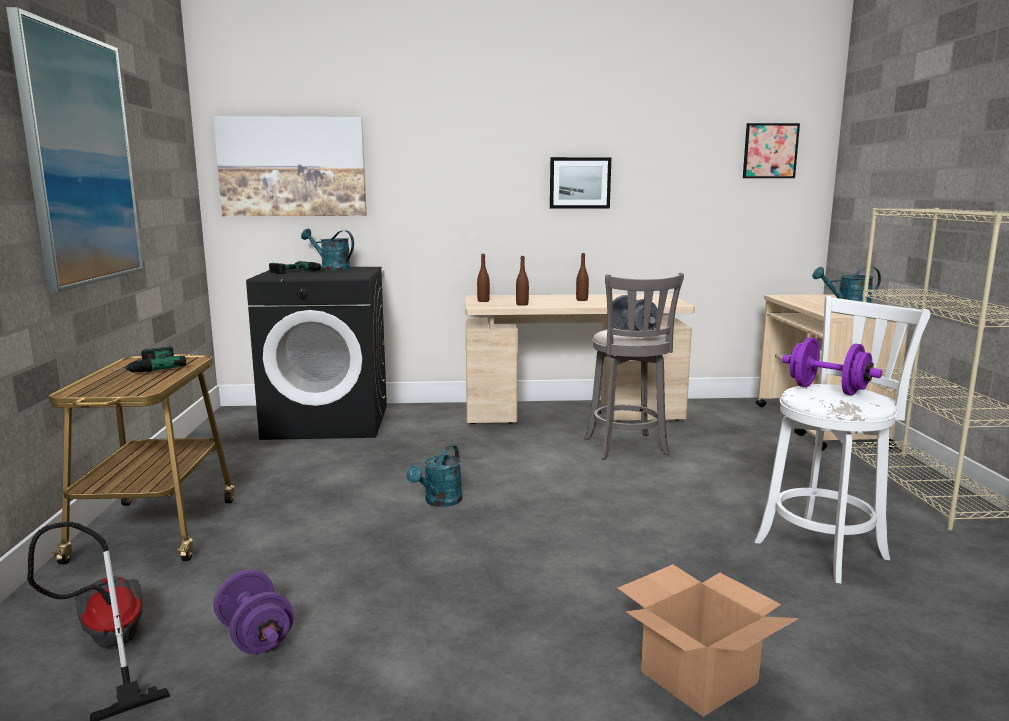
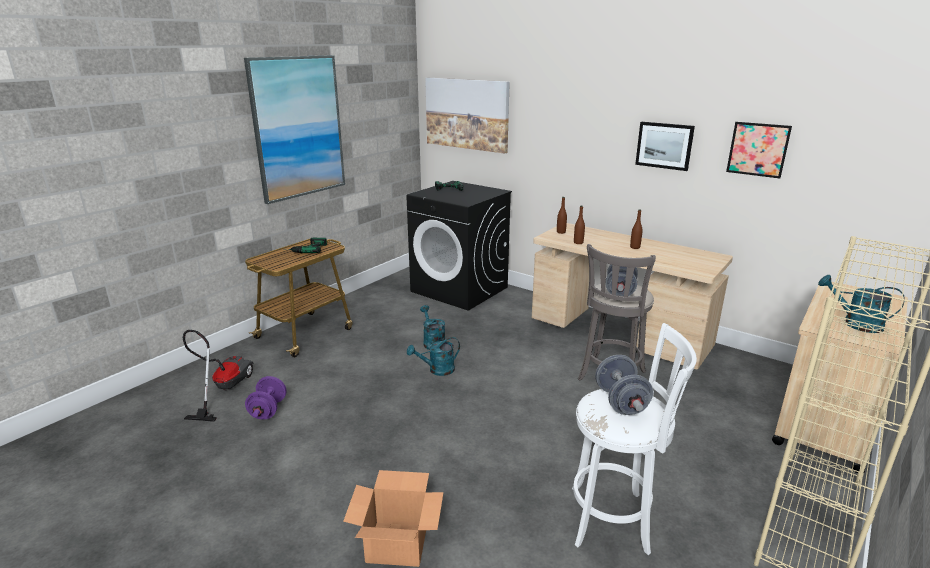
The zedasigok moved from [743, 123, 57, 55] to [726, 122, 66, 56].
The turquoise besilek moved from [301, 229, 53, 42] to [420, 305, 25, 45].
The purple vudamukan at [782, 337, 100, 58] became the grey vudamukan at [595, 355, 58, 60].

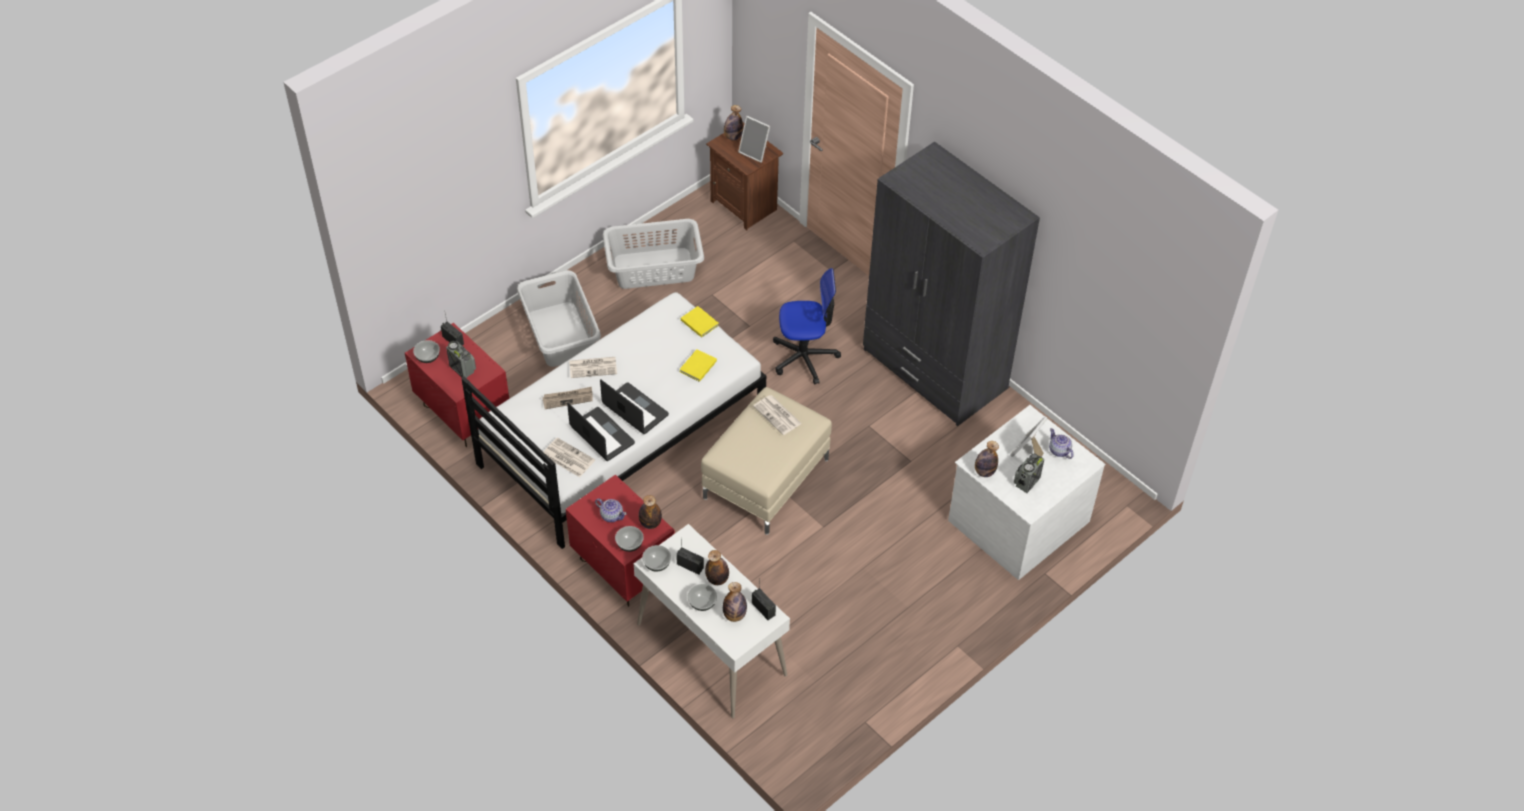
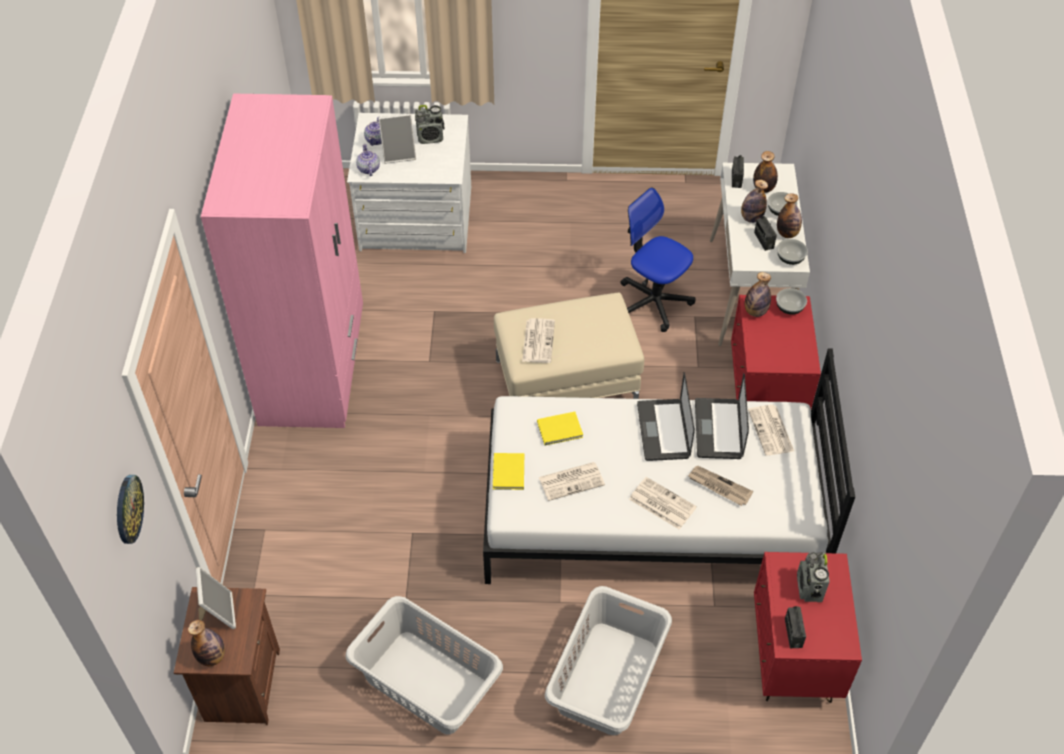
The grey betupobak at [863, 142, 177, 284] became the pink betupobak at [201, 94, 162, 334].
The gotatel moved from [773, 268, 68, 116] to [620, 188, 75, 144].
The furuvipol at [413, 340, 27, 23] disappeared.
The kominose moved from [975, 441, 24, 36] to [777, 194, 25, 44].
The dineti moved from [595, 498, 32, 24] to [356, 144, 24, 32].
The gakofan at [538, 462, 67, 39] appeared.
The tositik at [117, 475, 27, 69] appeared.

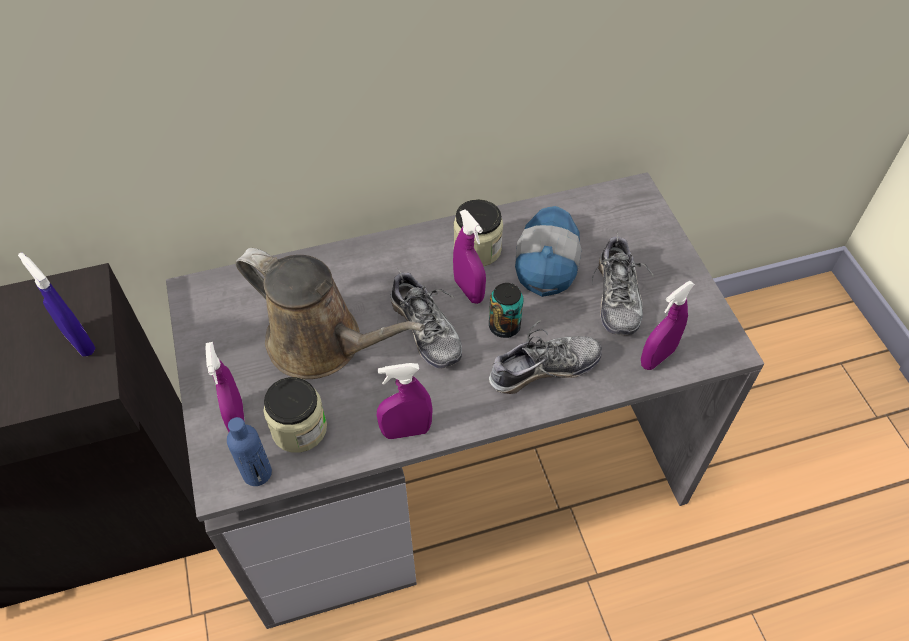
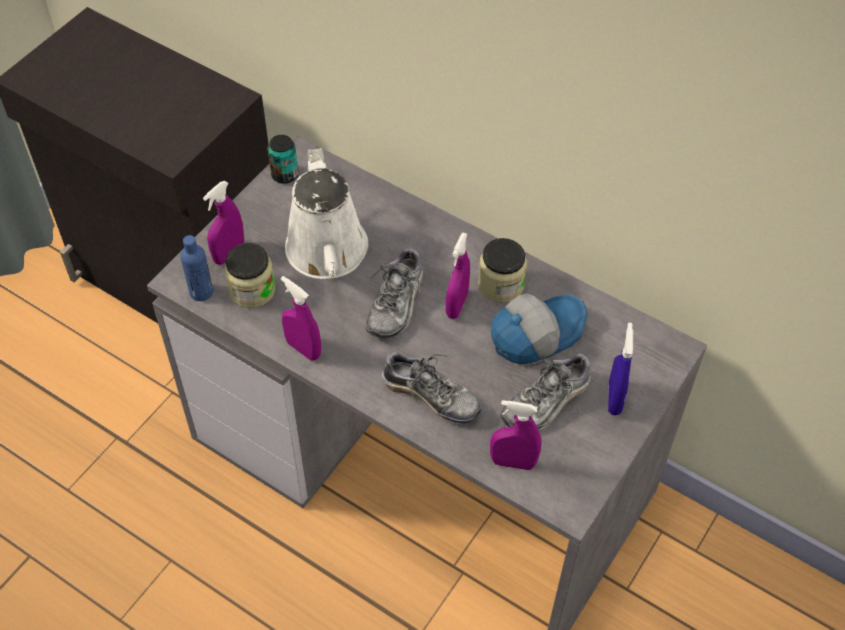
The brown besilek at [236, 248, 189, 131] became the white besilek at [285, 148, 83, 131].
The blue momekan moved from [18, 252, 78, 104] to [608, 323, 25, 93].
The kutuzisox moved from [489, 283, 35, 55] to [268, 135, 30, 49].

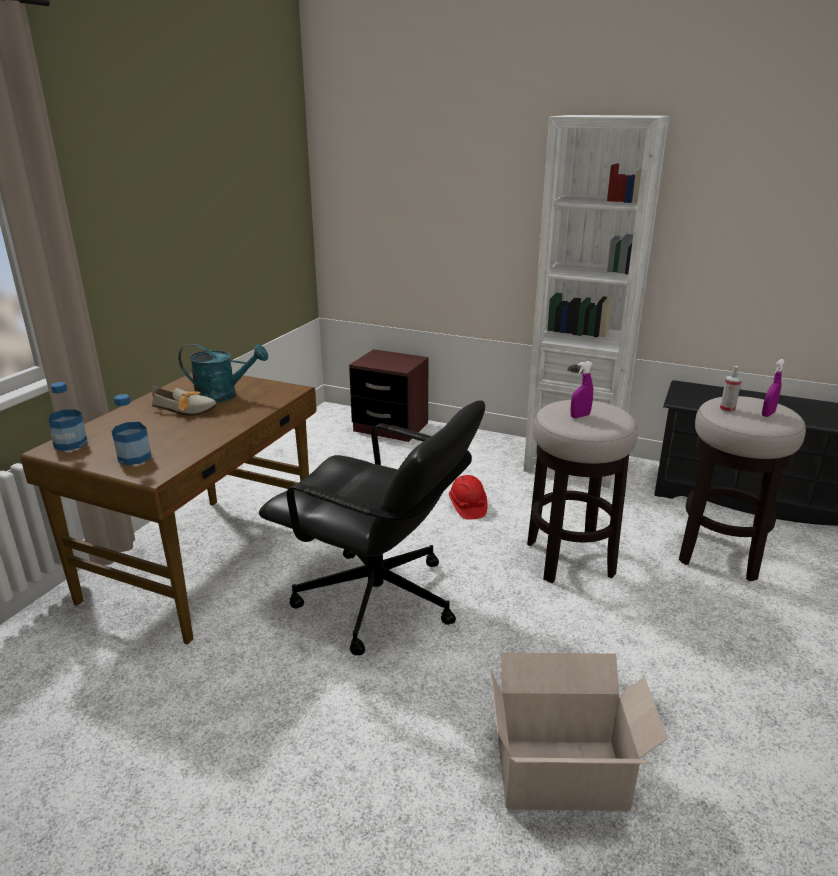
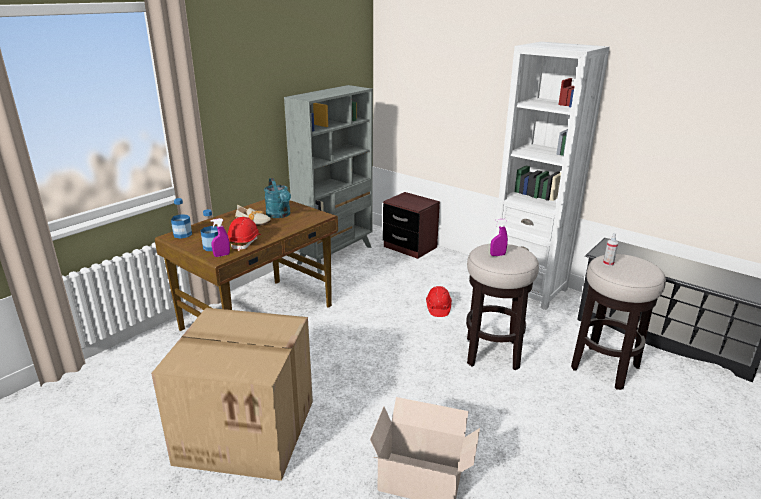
The turquoise besilek at [178, 344, 90, 59] turned 45 degrees clockwise.
The purple momekan moved from [762, 359, 23, 58] to [211, 218, 19, 39].
The black gotatel at [259, 400, 226, 255] disappeared.
The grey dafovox at [284, 85, 89, 188] appeared.
The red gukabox at [227, 217, 34, 34] appeared.
The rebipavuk at [151, 308, 162, 173] appeared.

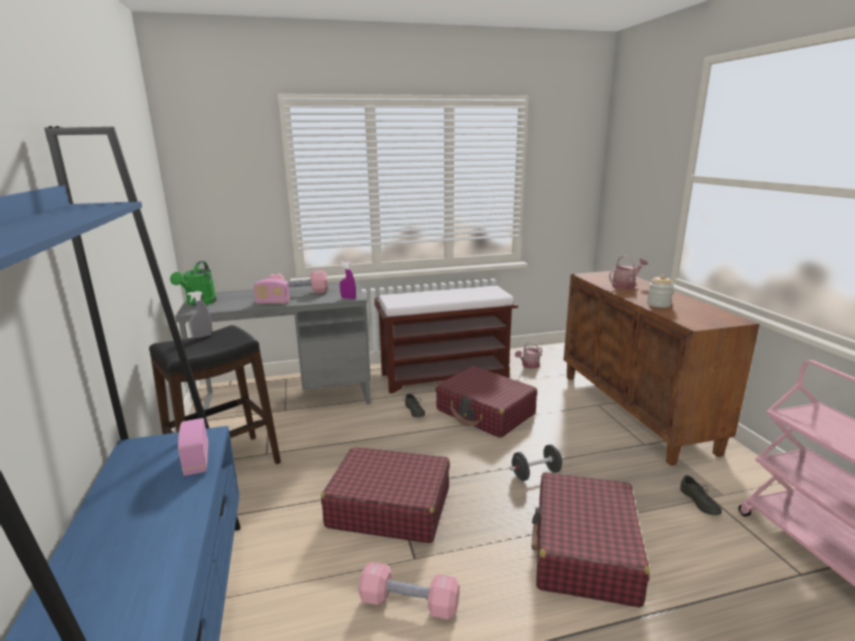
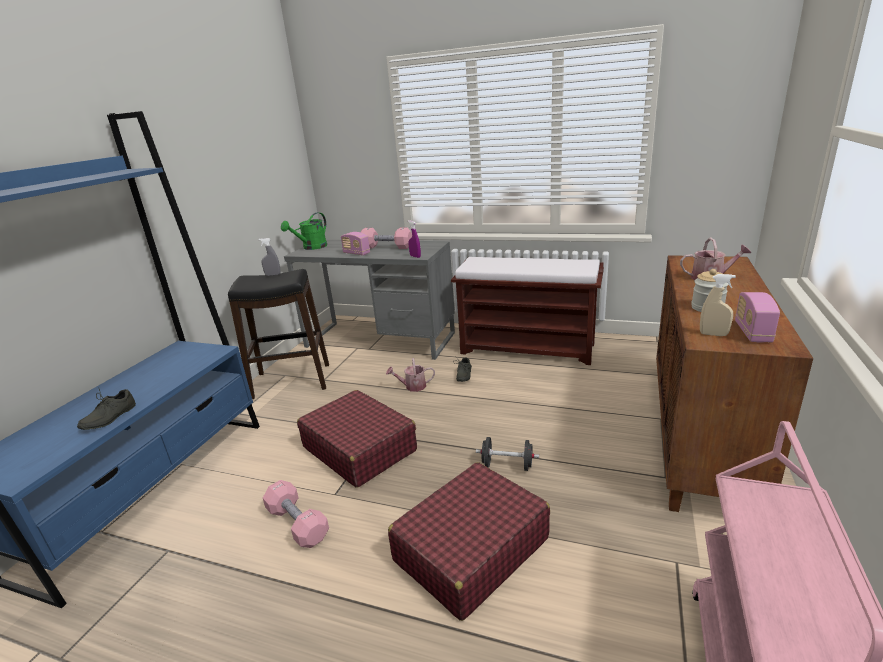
The besilek moved from [515, 341, 27, 28] to [386, 358, 49, 34].
The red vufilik at [435, 366, 102, 72] disappeared.
The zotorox moved from [178, 418, 30, 58] to [735, 292, 45, 51].
The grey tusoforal moved from [680, 475, 42, 40] to [77, 389, 59, 41].
The beige momekan at [700, 274, 36, 62] appeared.

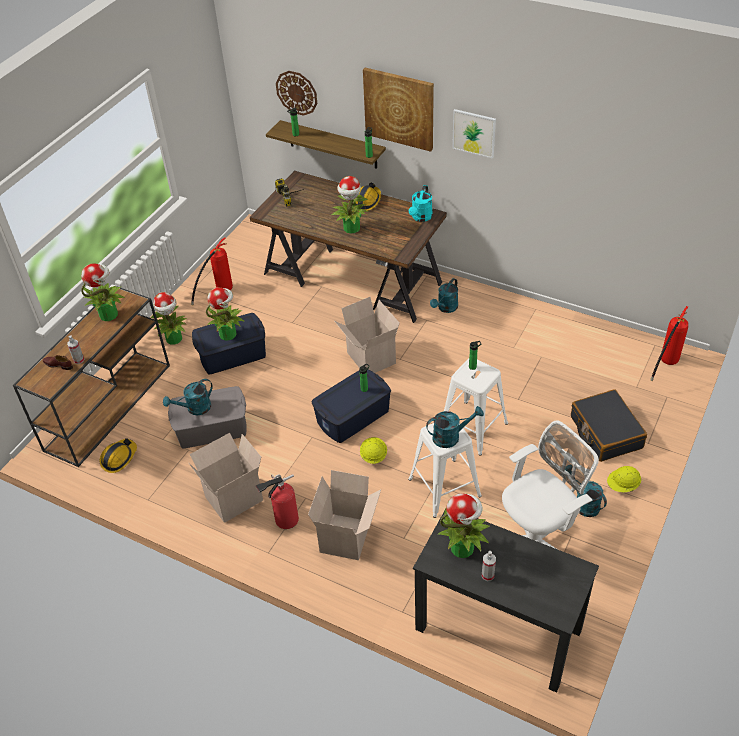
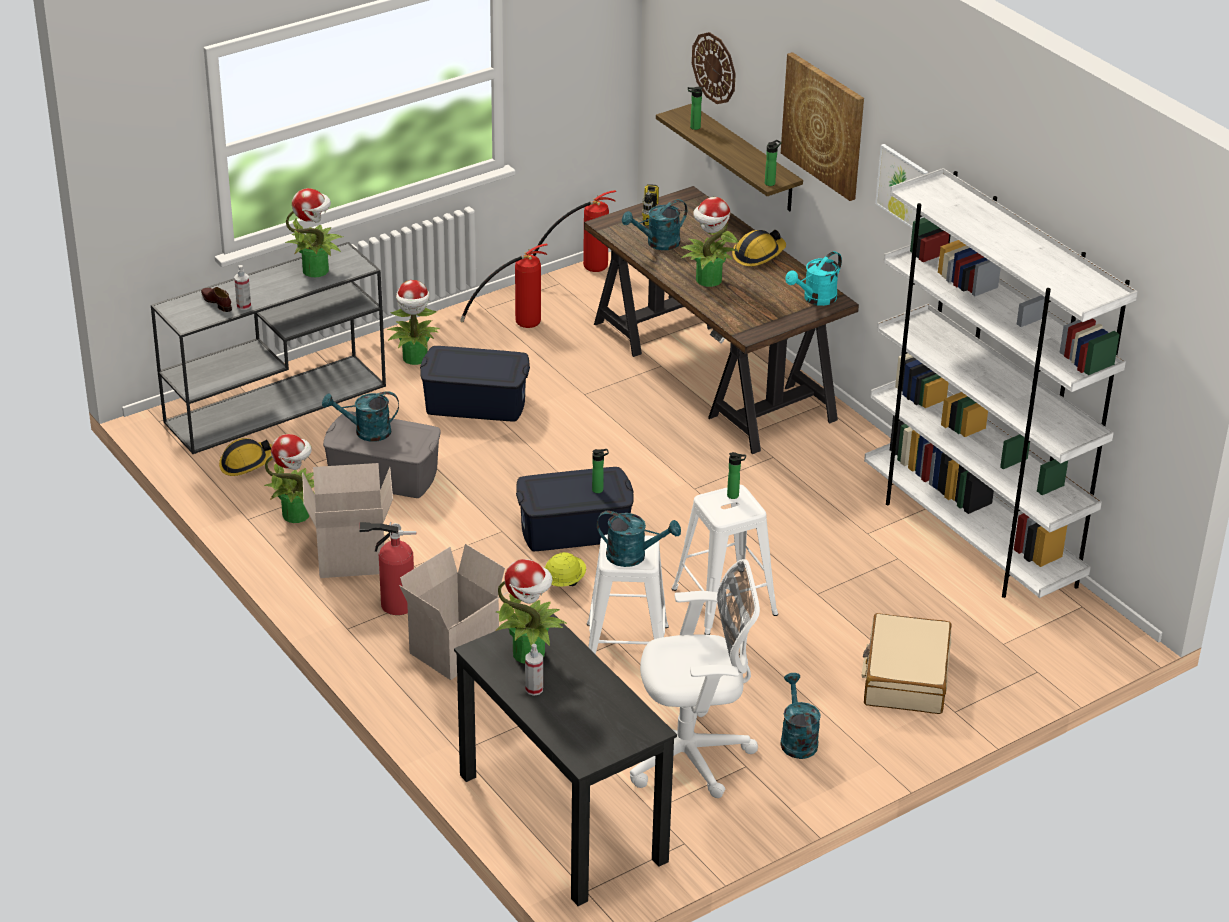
The turquoise besilek moved from [430, 278, 28, 35] to [622, 199, 65, 51].
The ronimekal moved from [206, 287, 39, 54] to [264, 434, 51, 89].
The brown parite at [13, 288, 157, 179] became the grey parite at [151, 242, 235, 212].
The rebipavuk at [335, 297, 65, 76] disappeared.
The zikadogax moved from [650, 306, 38, 75] to [533, 190, 83, 82].
The black vufilik at [571, 389, 76, 73] became the beige vufilik at [862, 613, 89, 101].
The yellow gukabox at [607, 466, 34, 26] disappeared.
The white dafovox at [864, 168, 274, 430] appeared.

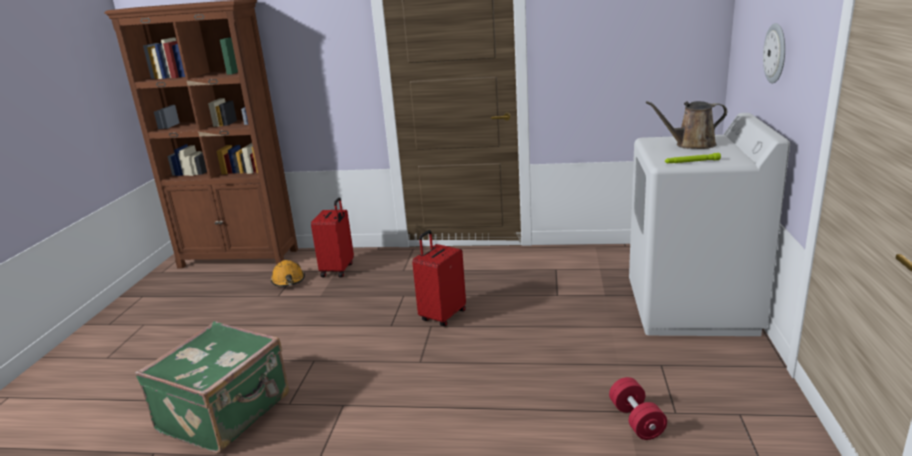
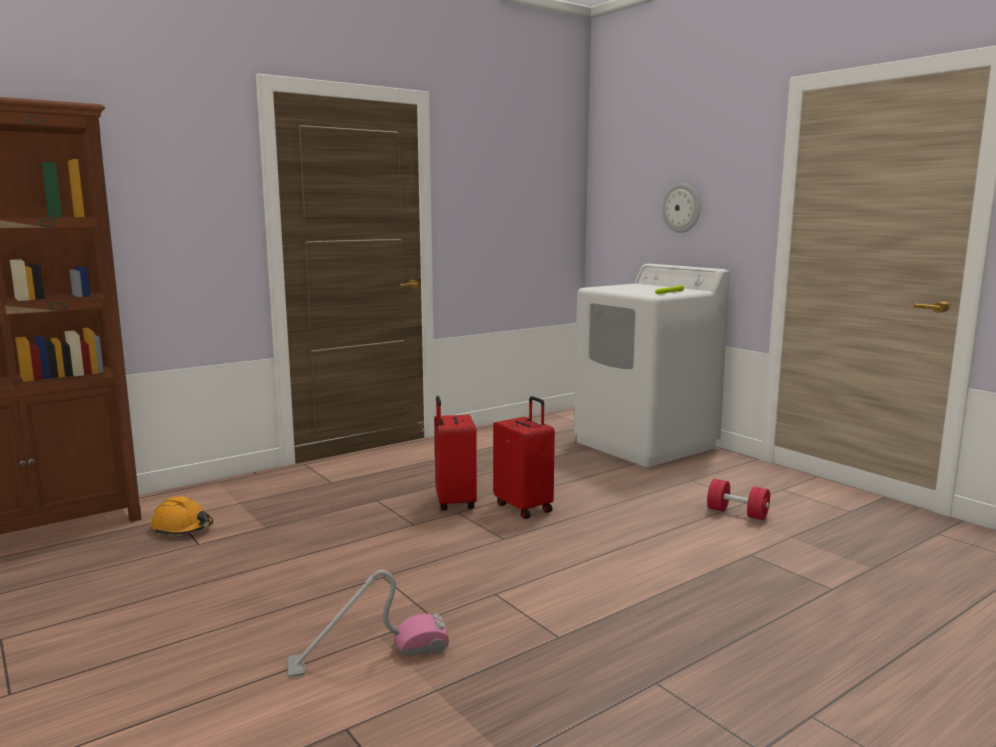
The brown besilek at [646, 101, 81, 48] disappeared.
The red vufilik moved from [311, 197, 43, 81] to [493, 396, 62, 123].
The green vufilik at [135, 321, 154, 133] was replaced by the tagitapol at [288, 570, 161, 108].

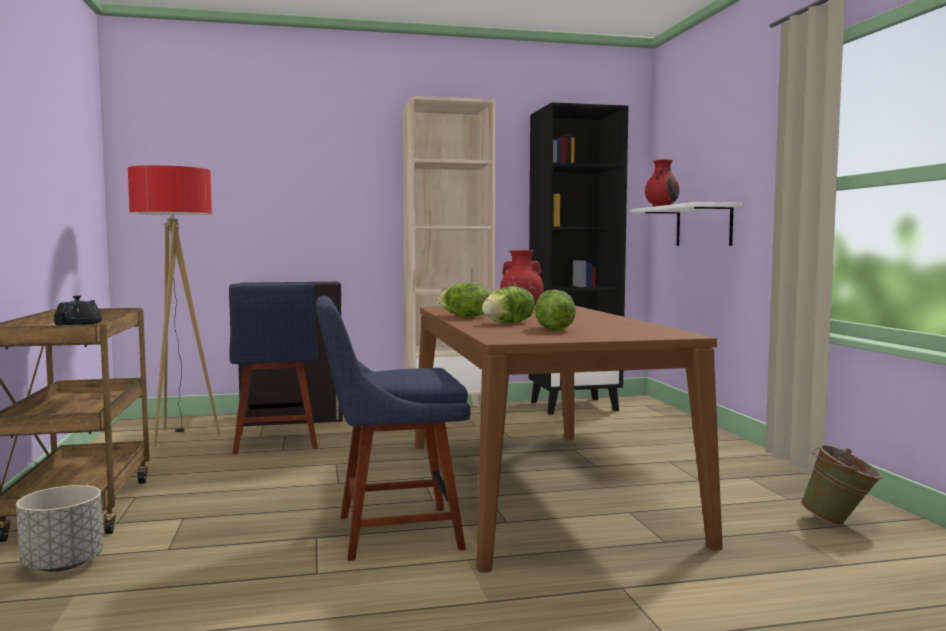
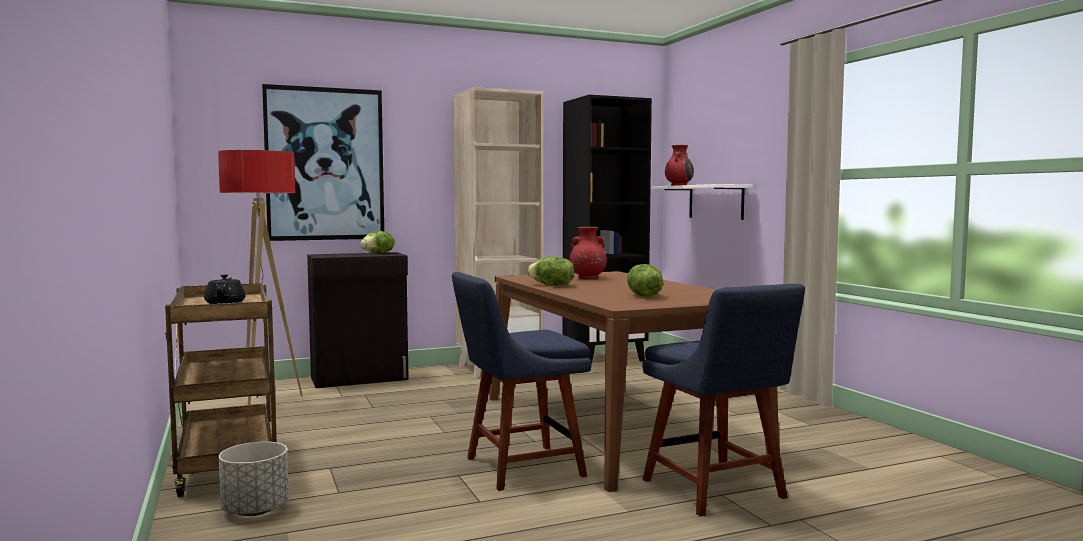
The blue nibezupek moved from [229, 283, 89, 171] to [642, 284, 163, 232].
The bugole moved from [482, 286, 53, 37] to [360, 231, 35, 23].
The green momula at [801, 444, 82, 82] disappeared.
The zedasigok at [262, 84, 122, 157] appeared.

